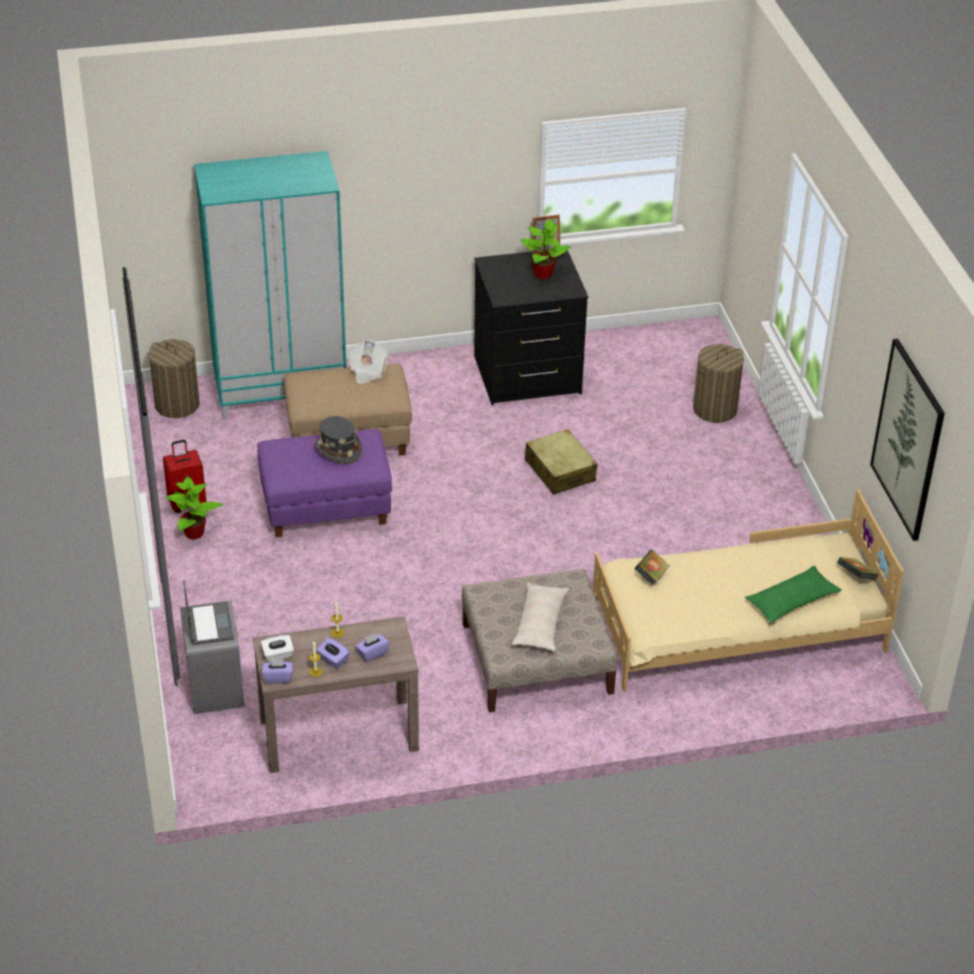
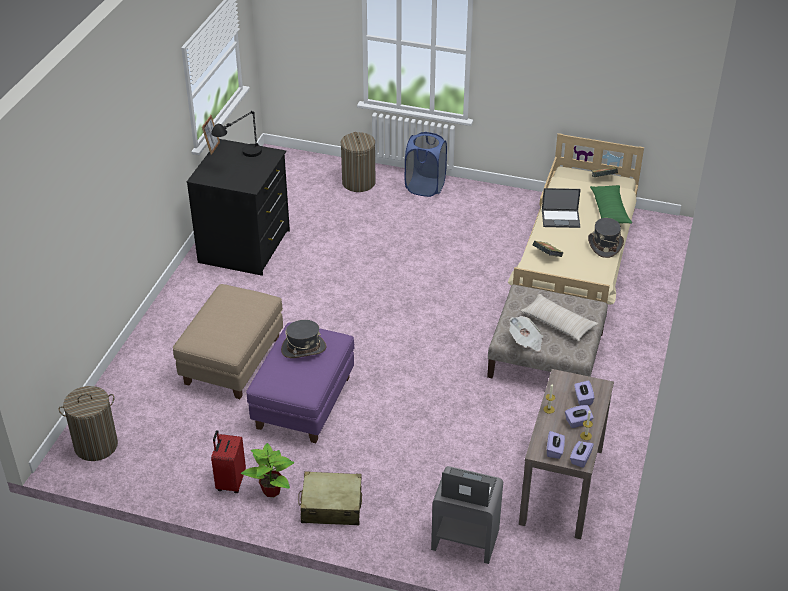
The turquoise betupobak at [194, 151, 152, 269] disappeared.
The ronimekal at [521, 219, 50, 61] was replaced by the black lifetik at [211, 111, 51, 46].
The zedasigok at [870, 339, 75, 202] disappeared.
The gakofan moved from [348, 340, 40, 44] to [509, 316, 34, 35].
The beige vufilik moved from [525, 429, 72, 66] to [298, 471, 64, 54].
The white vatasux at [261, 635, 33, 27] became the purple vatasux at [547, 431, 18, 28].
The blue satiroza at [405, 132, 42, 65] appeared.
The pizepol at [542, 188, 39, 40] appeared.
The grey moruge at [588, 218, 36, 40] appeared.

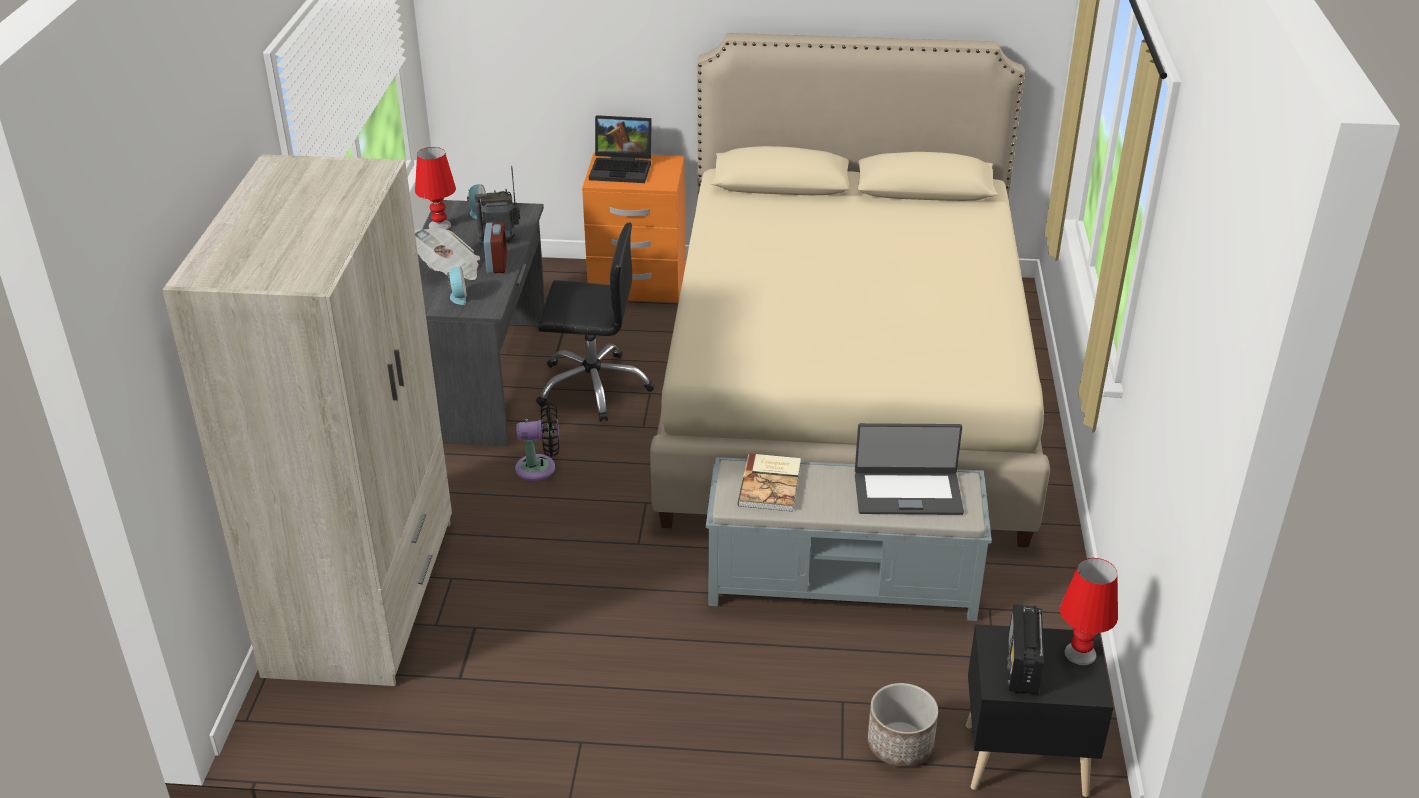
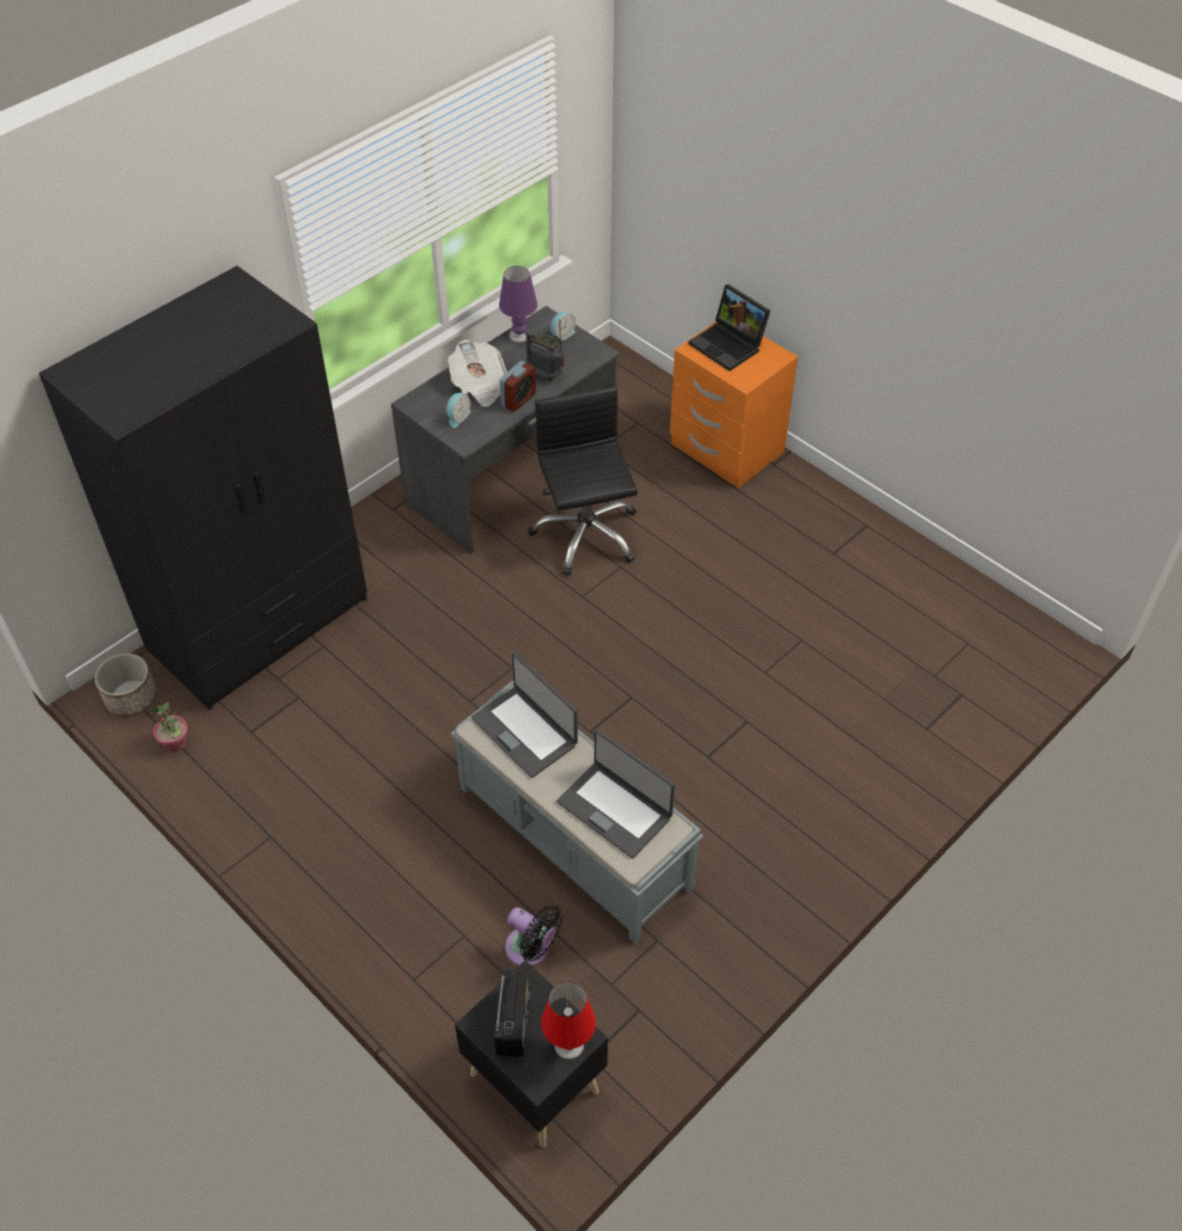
The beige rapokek at [650, 33, 400, 515] disappeared.
The red lifetik at [415, 147, 41, 83] became the purple lifetik at [499, 266, 38, 77].
The beige betupobak at [162, 154, 290, 532] became the black betupobak at [39, 266, 328, 444].
The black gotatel at [536, 223, 119, 199] turned 150 degrees counterclockwise.
The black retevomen moved from [515, 402, 44, 79] to [505, 905, 58, 62].
The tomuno at [738, 454, 63, 58] was replaced by the pizepol at [471, 652, 107, 126].
The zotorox at [1007, 604, 37, 91] turned 135 degrees clockwise.
The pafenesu moved from [868, 683, 70, 84] to [95, 653, 62, 64].
The ronimekal at [149, 702, 39, 50] appeared.

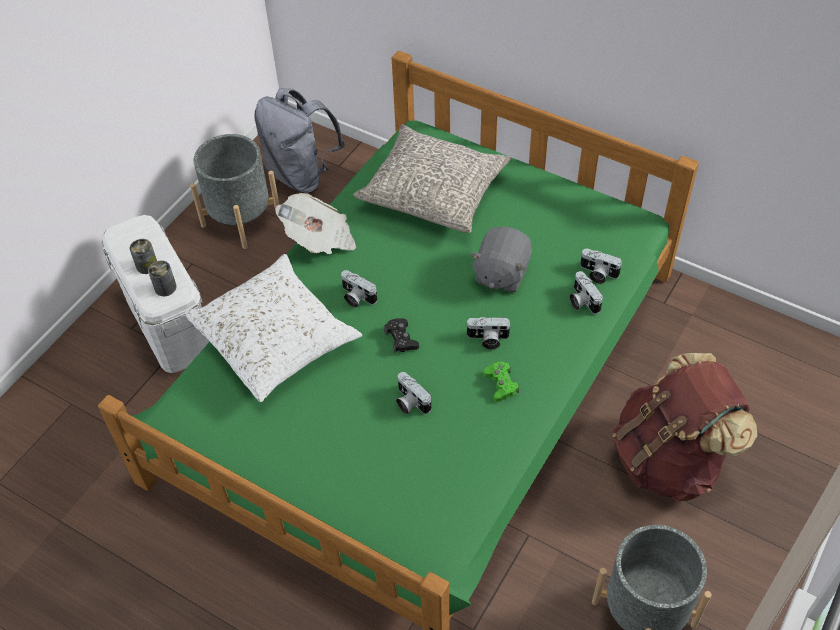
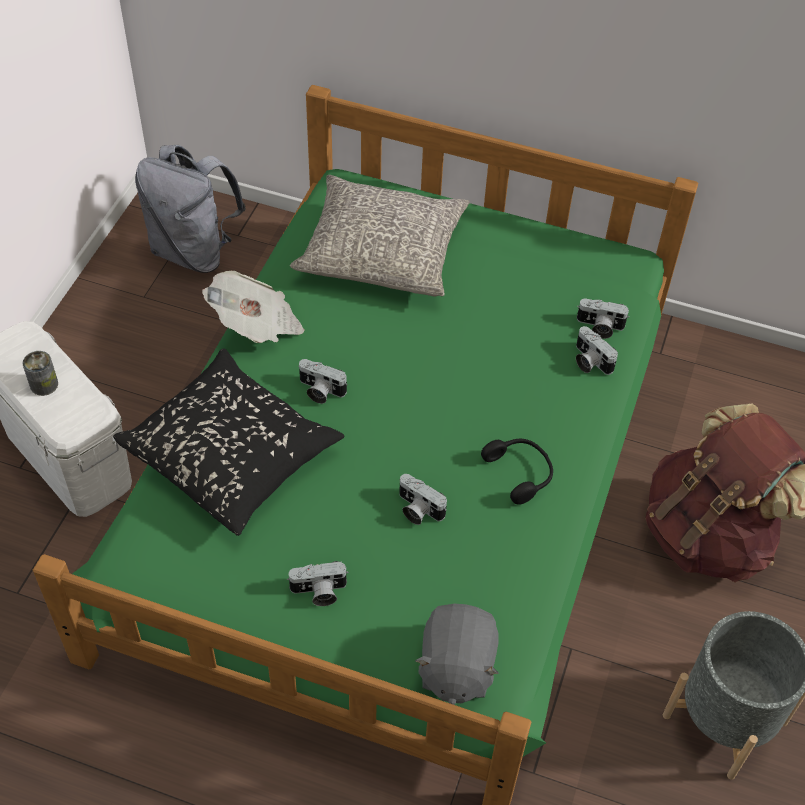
The grey pafenesu at [190, 134, 89, 115] disappeared.
The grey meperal moved from [470, 226, 62, 66] to [415, 604, 84, 101].
The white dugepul at [185, 254, 177, 148] became the black dugepul at [113, 348, 231, 188].
The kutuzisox at [148, 261, 29, 35] disappeared.
The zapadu moved from [465, 317, 46, 33] to [287, 561, 62, 45].
The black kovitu at [384, 318, 35, 35] disappeared.
The green kovitu at [484, 362, 35, 40] was replaced by the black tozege at [481, 439, 72, 66].

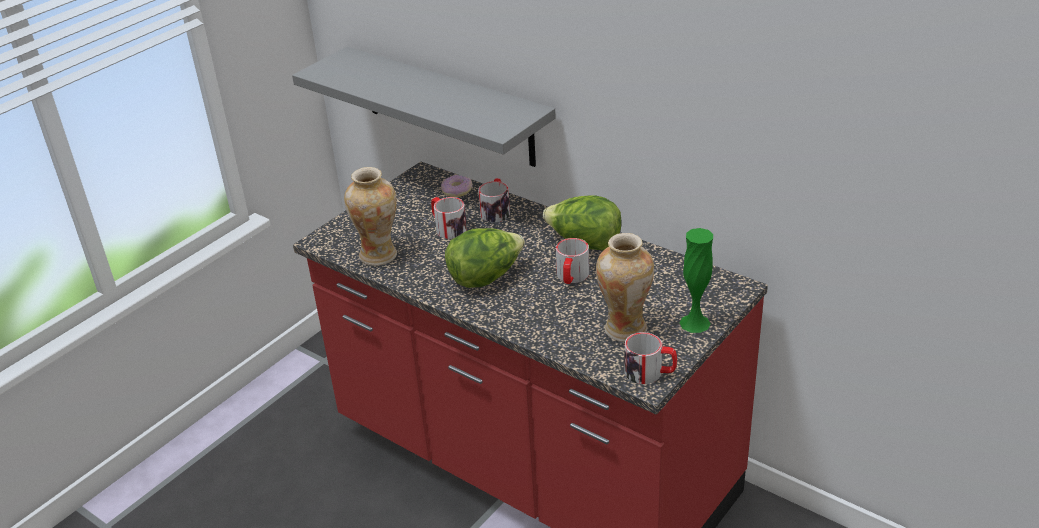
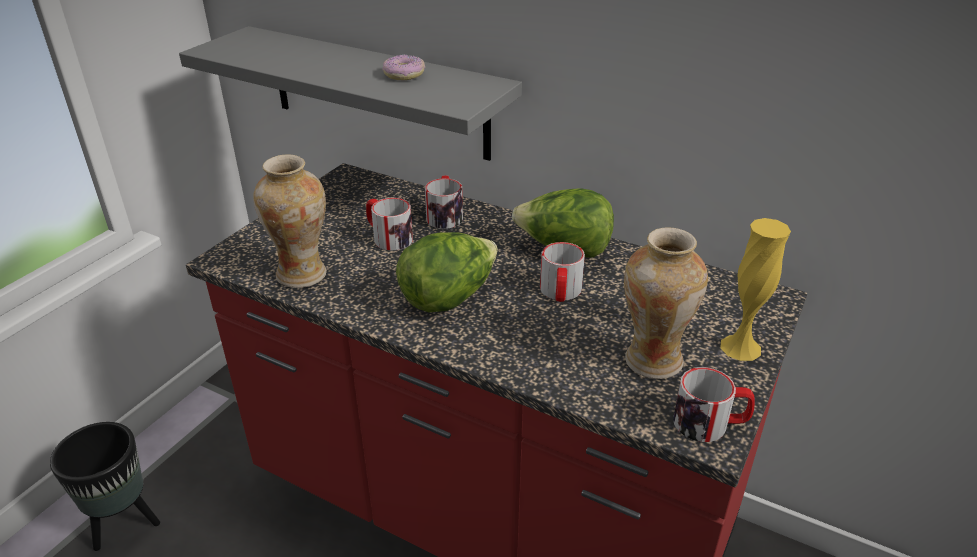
The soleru moved from [441, 175, 31, 22] to [382, 55, 43, 25].
The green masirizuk at [680, 228, 33, 105] became the yellow masirizuk at [720, 218, 71, 143].
The black pafenesu at [50, 422, 110, 129] appeared.

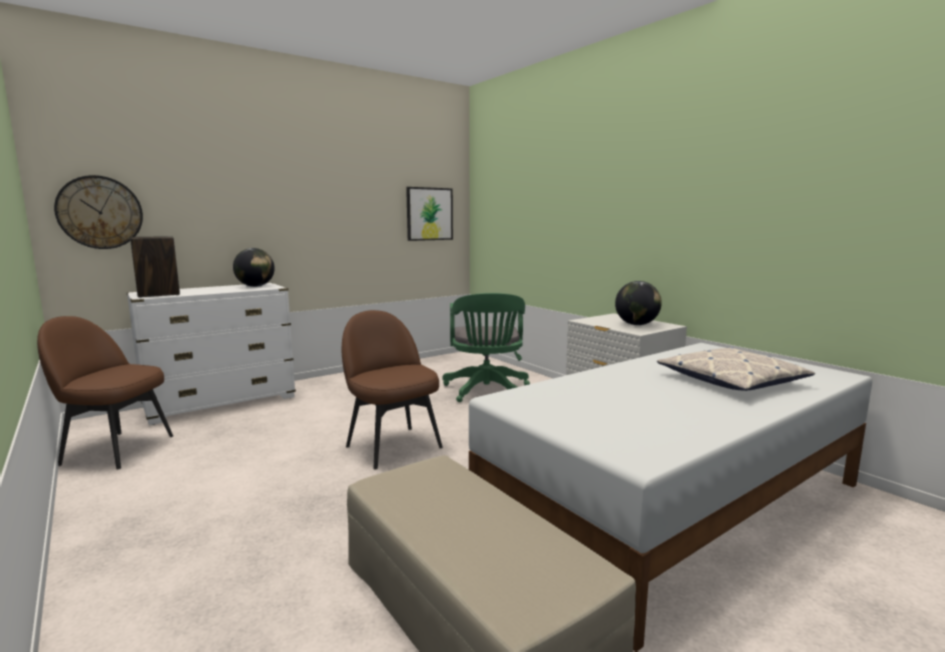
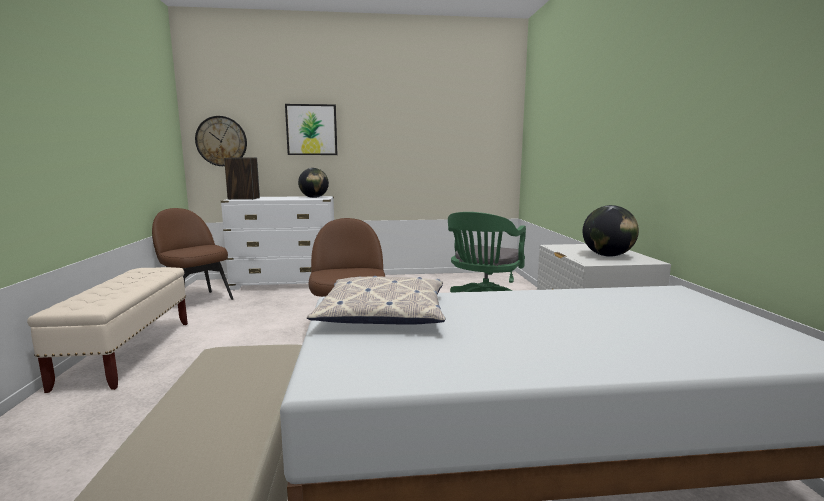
The zedasigok moved from [406, 187, 47, 54] to [285, 104, 53, 51].
The dugepul moved from [657, 347, 158, 44] to [307, 276, 138, 49].
The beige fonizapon at [27, 267, 161, 126] appeared.

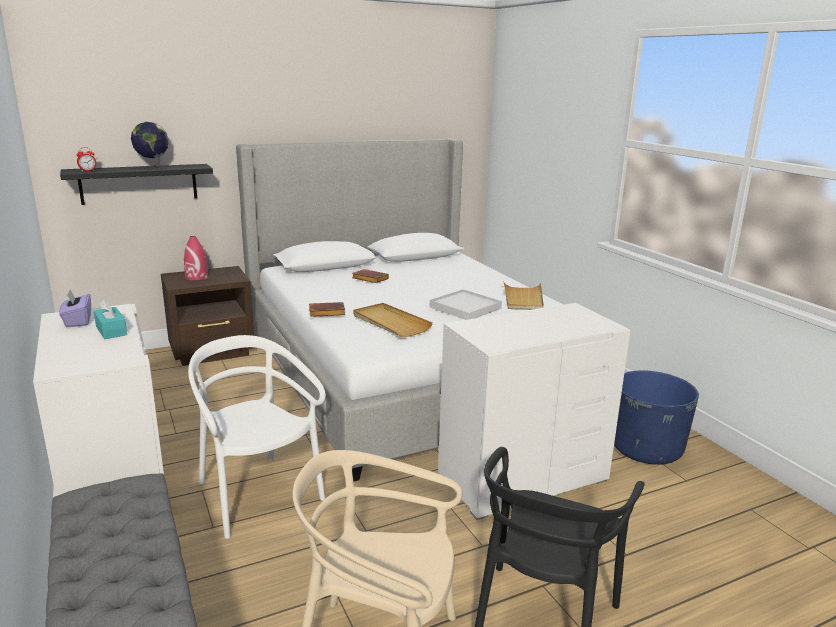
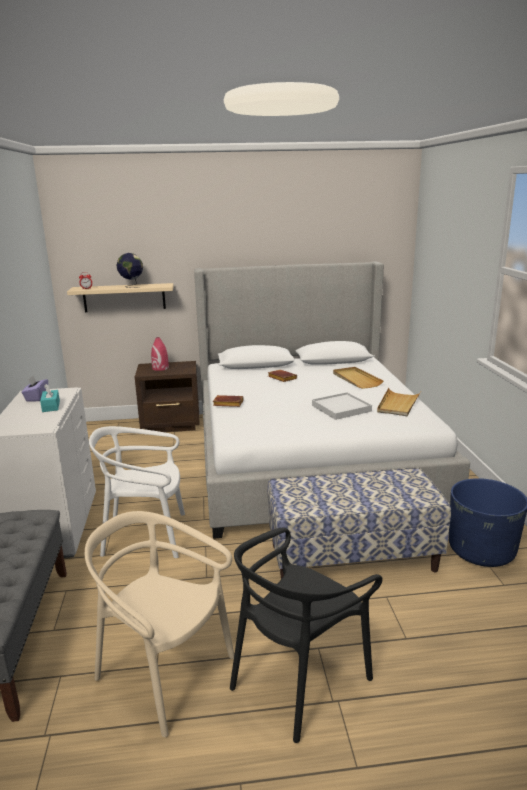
The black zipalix at [60, 164, 153, 41] became the beige zipalix at [67, 283, 107, 29].
The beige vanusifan moved from [353, 303, 80, 34] to [333, 367, 50, 22].
The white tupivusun at [438, 303, 193, 217] was replaced by the fonizapon at [267, 468, 184, 111].
The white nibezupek at [188, 335, 138, 204] turned 75 degrees counterclockwise.

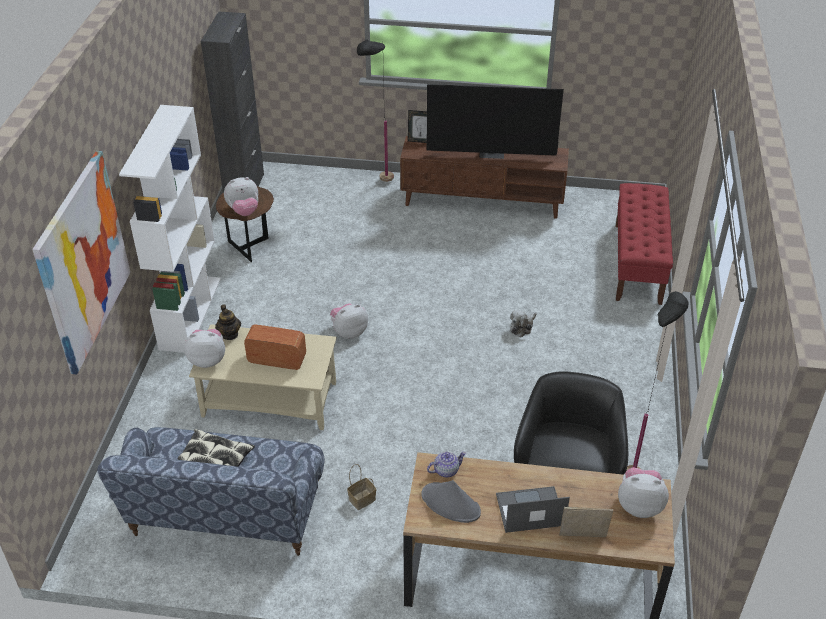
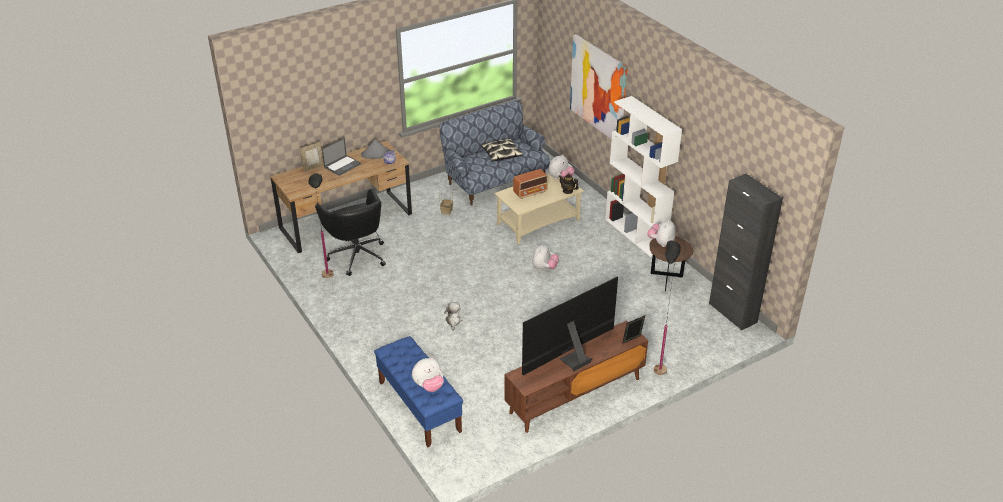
The red fonizapon at [616, 183, 57, 122] became the blue fonizapon at [374, 336, 89, 111].
The meperal moved from [618, 467, 51, 51] to [412, 358, 32, 34].

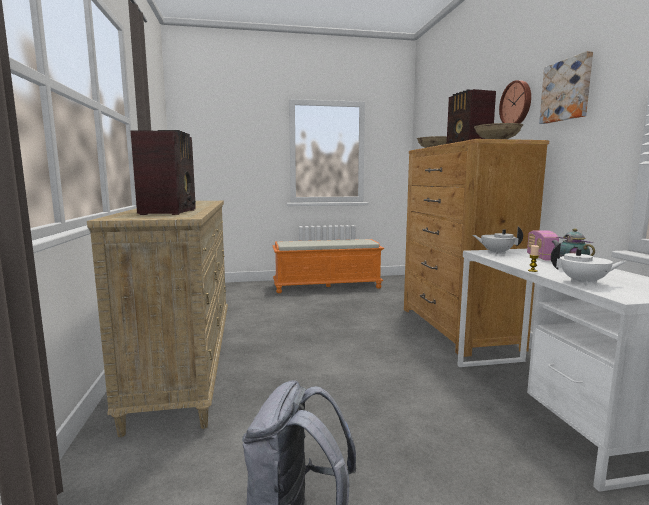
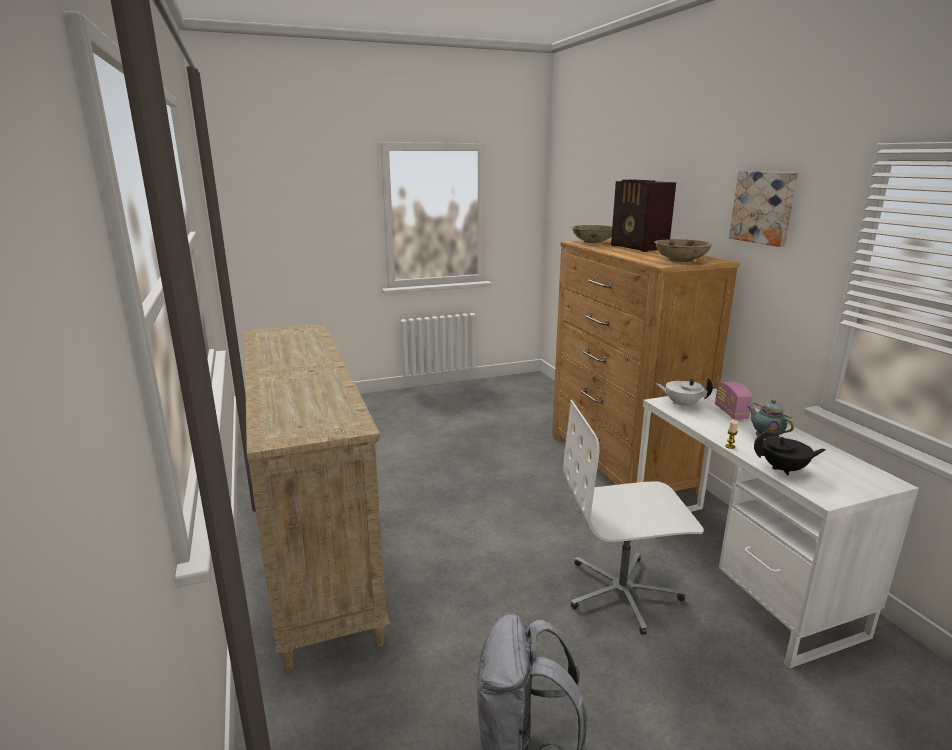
The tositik at [499, 80, 32, 43] disappeared.
The zotorox at [131, 130, 65, 85] disappeared.
The orange fonizapon at [272, 239, 112, 54] disappeared.
The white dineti at [551, 243, 75, 43] became the black dineti at [754, 431, 72, 45].
The white gotatel at [563, 400, 141, 235] appeared.

